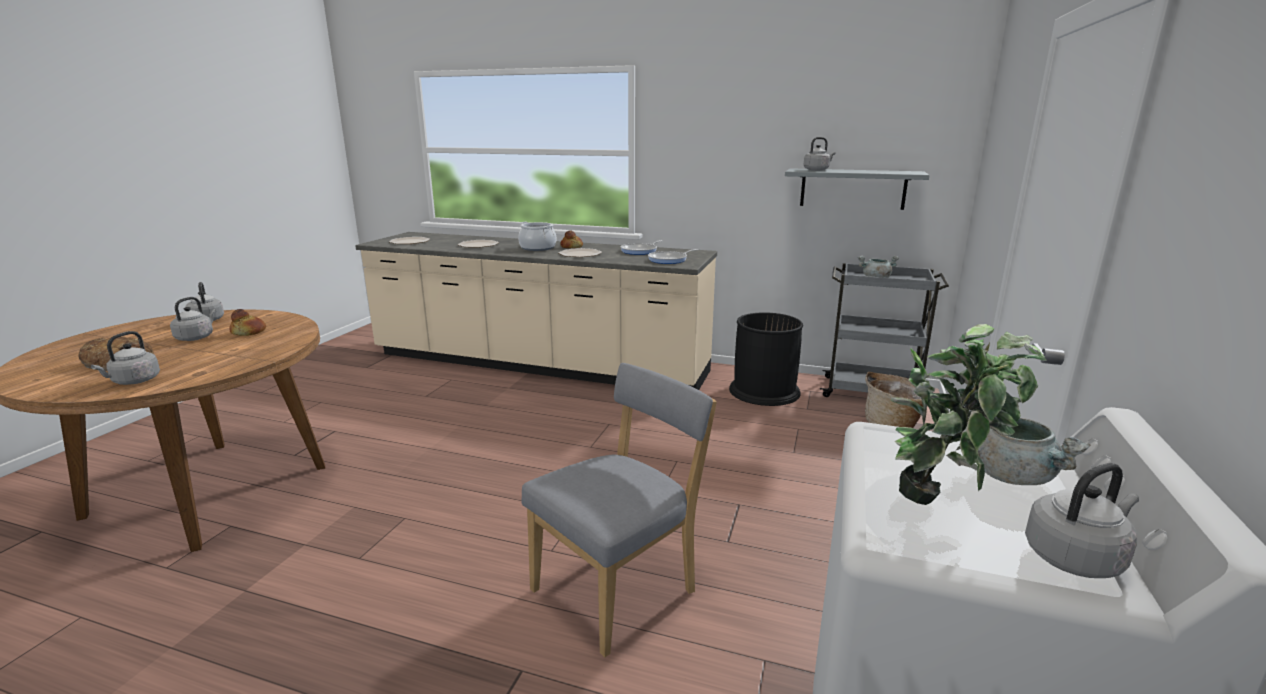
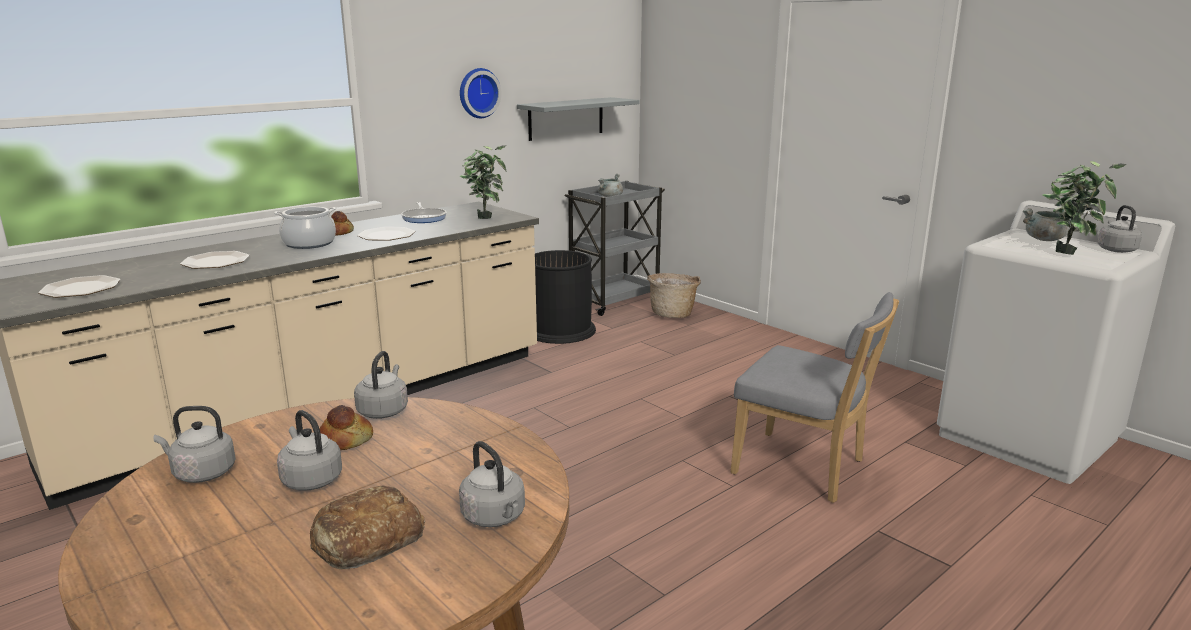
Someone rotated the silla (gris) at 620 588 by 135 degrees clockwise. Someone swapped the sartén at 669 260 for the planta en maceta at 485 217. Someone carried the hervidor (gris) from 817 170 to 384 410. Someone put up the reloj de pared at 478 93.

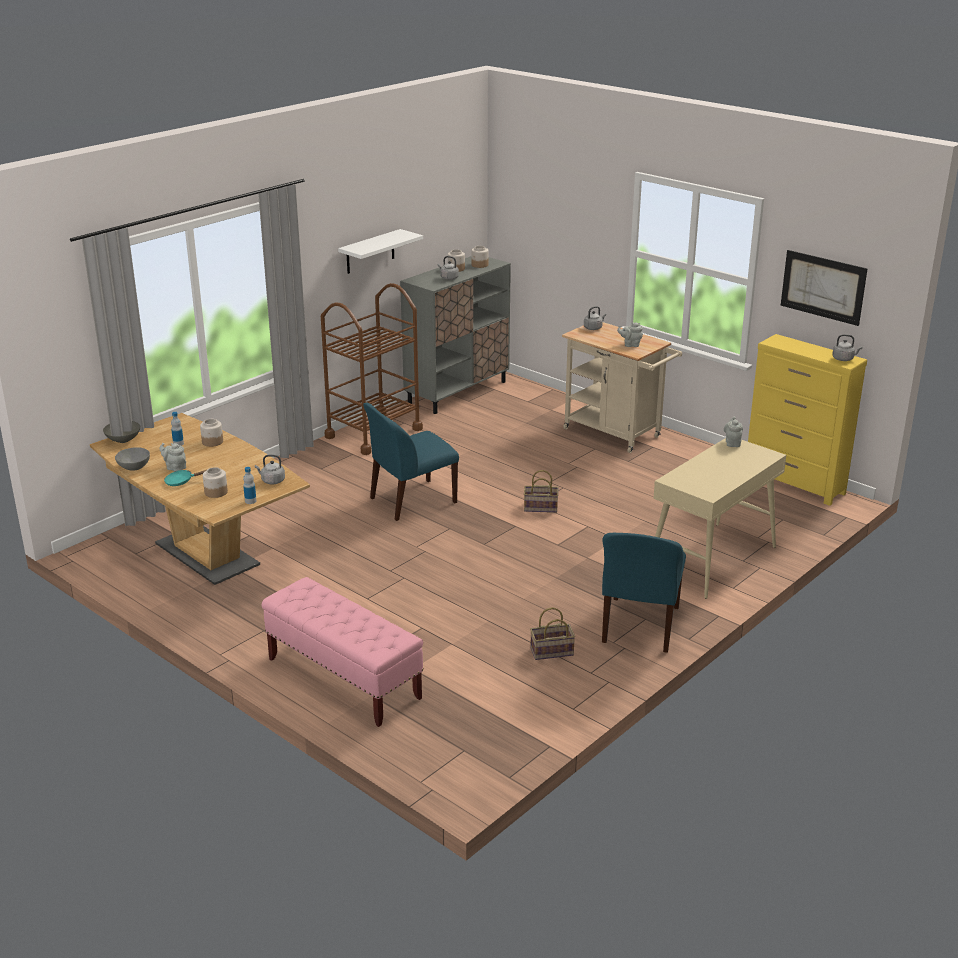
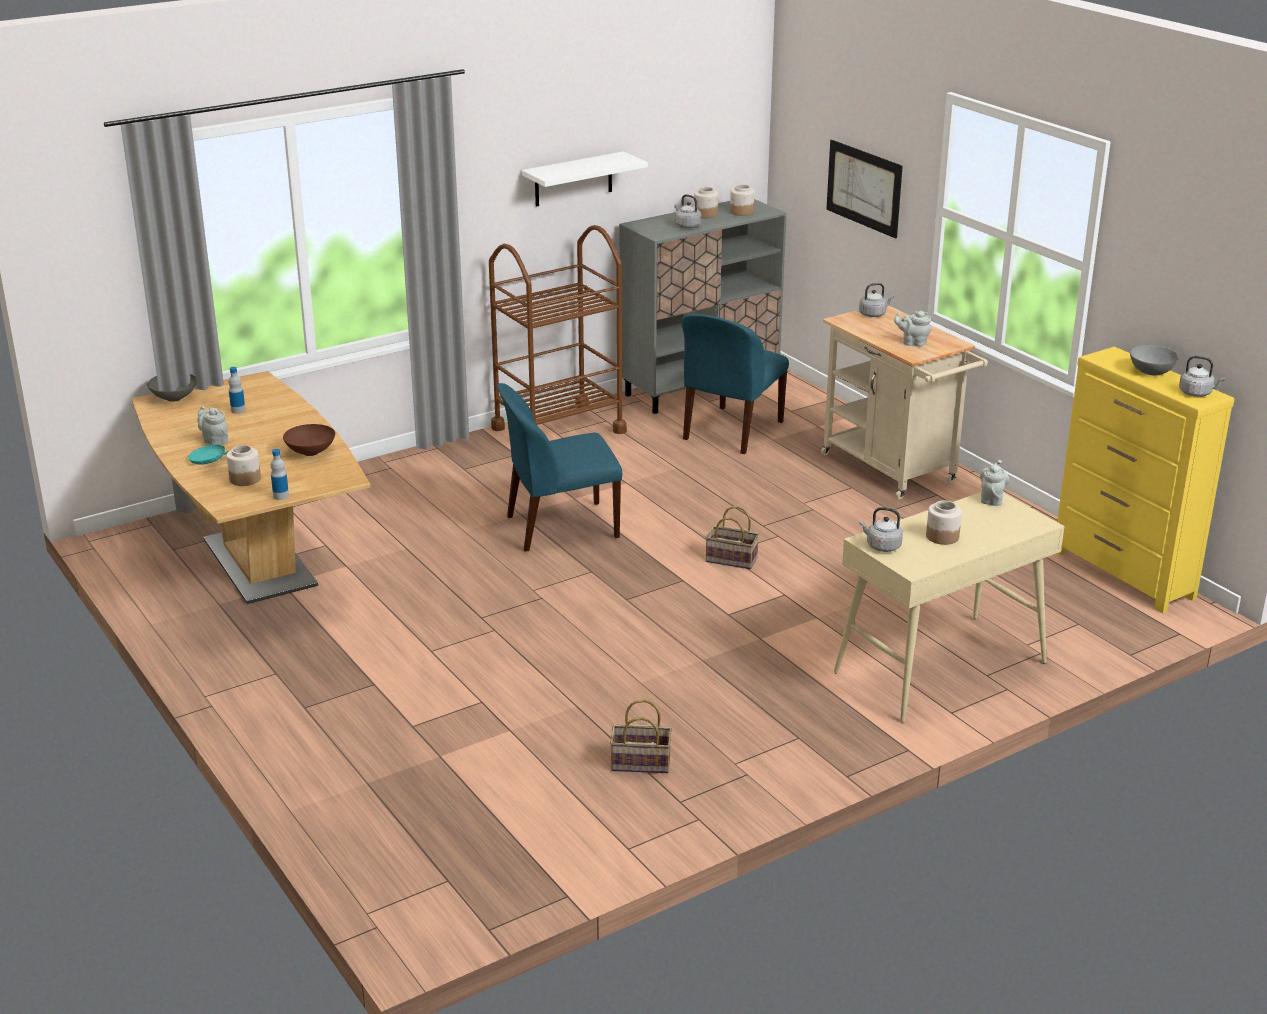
Someone carried the cuenco (gris) from 134 467 to 1151 372. Someone carried the tarro from 212 442 to 942 536. Someone carried the hervidor (gris) from 272 481 to 881 546. Someone took away the banco (rosa) at 343 679. Someone carried the silla (azul) from 640 626 to 731 431. Someone carried the cuadro from 823 287 to 864 188. Someone put down the cuenco (marrón) at 310 452.

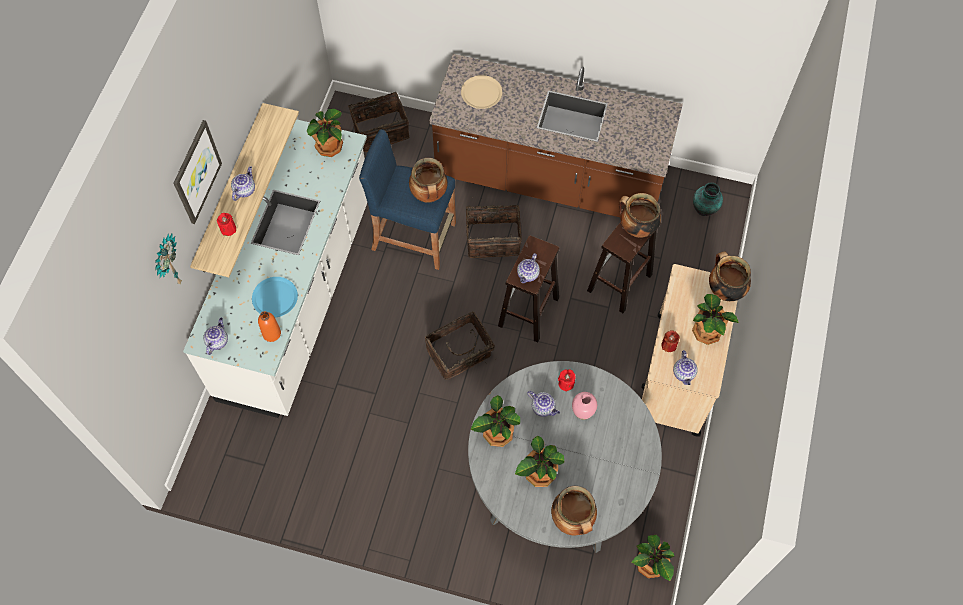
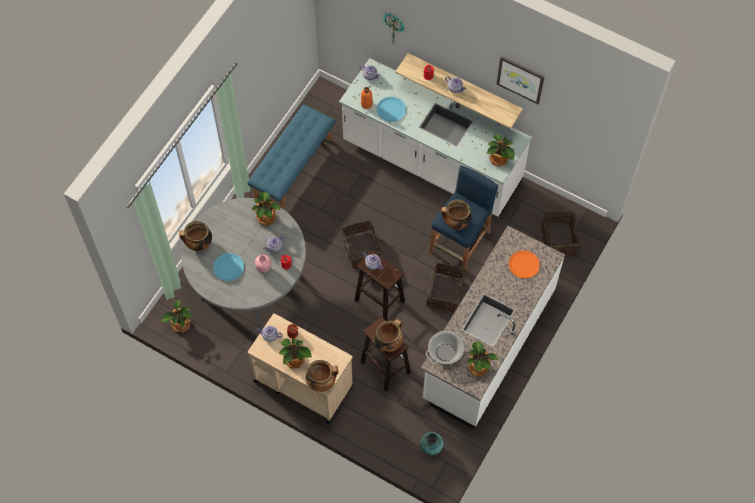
Someone carried the cuadro from 196 172 to 520 79. Someone repainted the mueble bajo de cocina (marrón) at 549 178, which became the mueble bajo de cocina (blanco) at 487 345. Someone repainted the plato (beis) at 481 93, which became the plato (naranja) at 524 264. Someone carried the planta en maceta from 539 473 to 479 366. Someone put down the plato (azul) at 228 267. Someone put down the banco (azul) at 293 169. Someone put down the olla at 445 352.

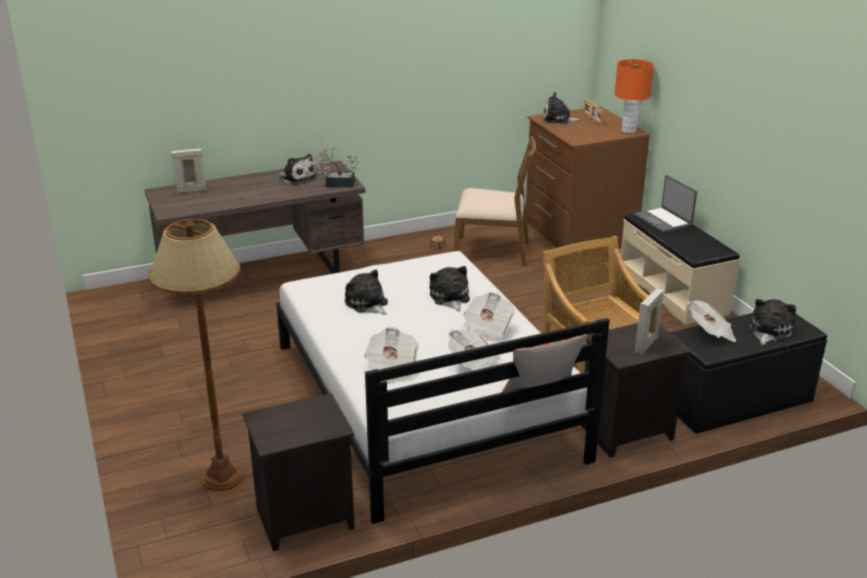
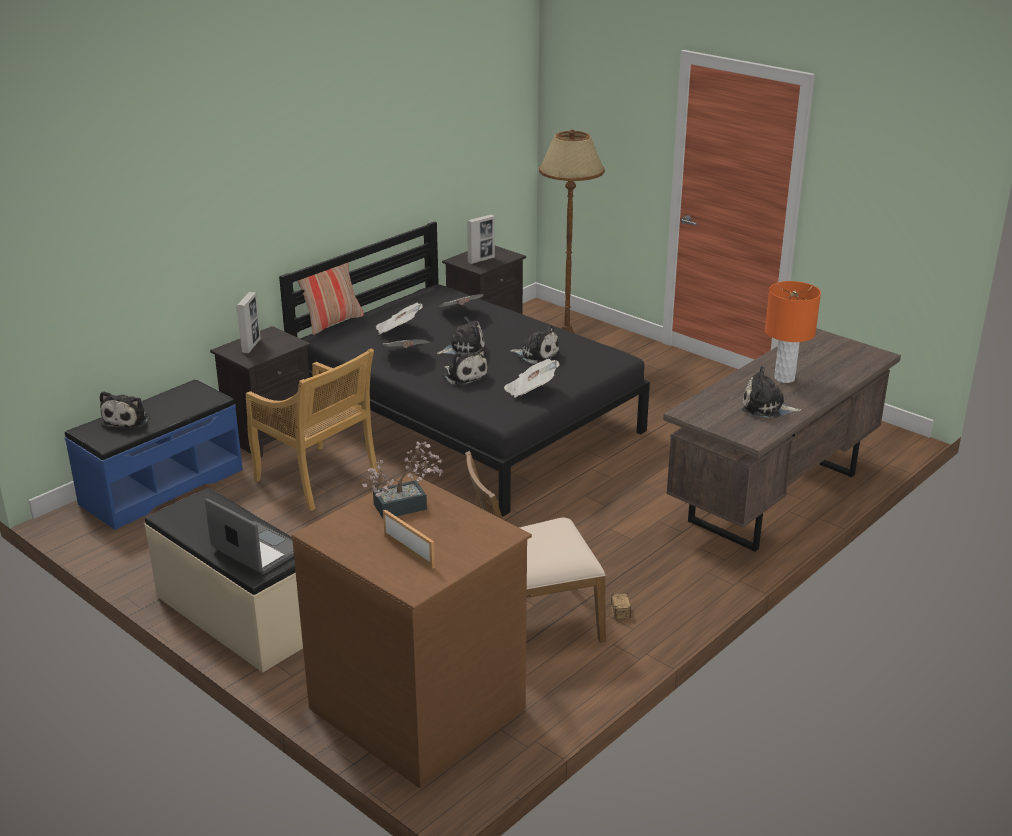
Someone carried the portarretratos from 191 191 to 481 260. Someone repainted the cama (blanco) at 423 400, which became the cama (negro) at 466 419. Someone carried the planta en maceta from 336 183 to 406 505. Someone carried the peluche from 558 119 to 464 349. Someone carried the lámpara de mesa (naranja) from 628 130 to 784 378. Someone repainted the banco (negro) at 736 401, which became the banco (azul) at 161 486. Someone carried the periódico from 710 333 to 530 391.

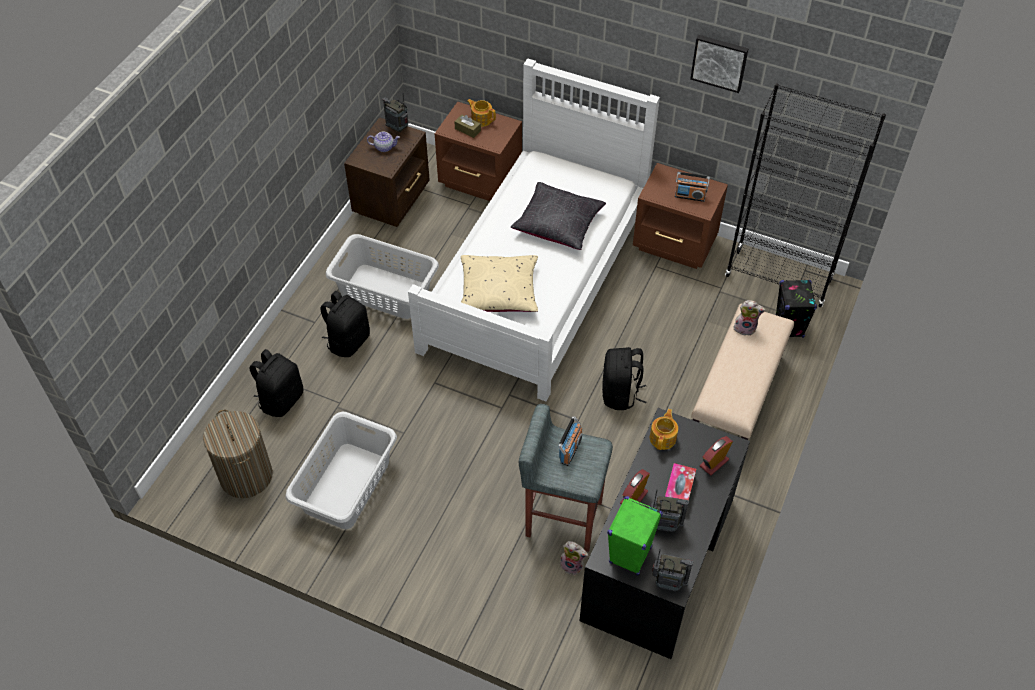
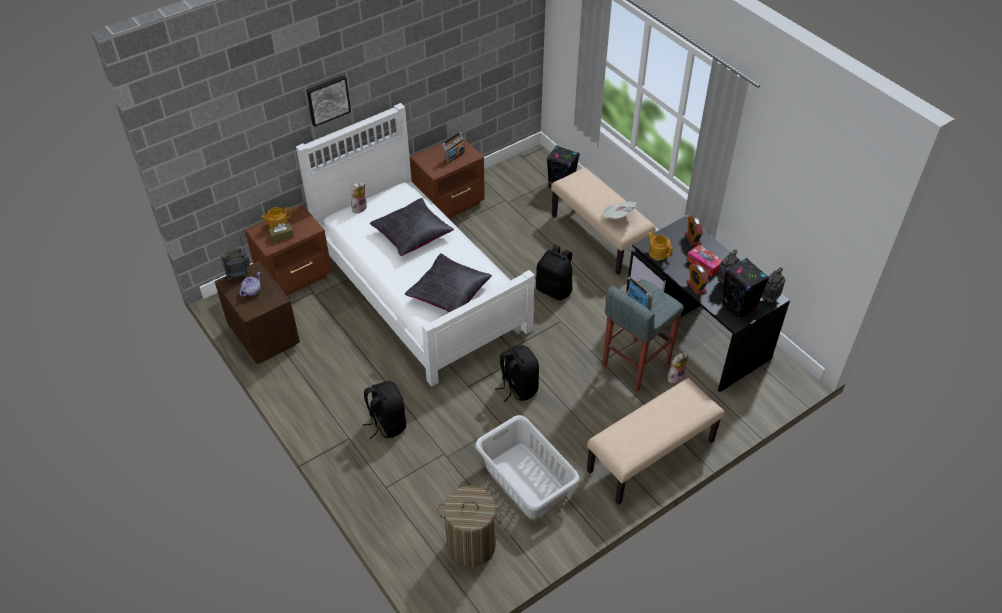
Someone carried the mochila (negro) from 281 399 to 518 387. Someone took away the cesto de la ropa (gris) at 385 291. Someone repainted the cojín (beis) at 498 292, which became the cojín (negro) at 449 292. Someone repainted the altavoz (verde) at 630 555, which became the altavoz (negro) at 739 307. Someone carried the cuadro from 719 62 to 327 99. Someone took away the estantería (negro) at 778 278. Someone carried the peluche from 745 328 to 359 208. Someone put down the banco (beis) at 651 457. Someone put down the periódico at 617 216.

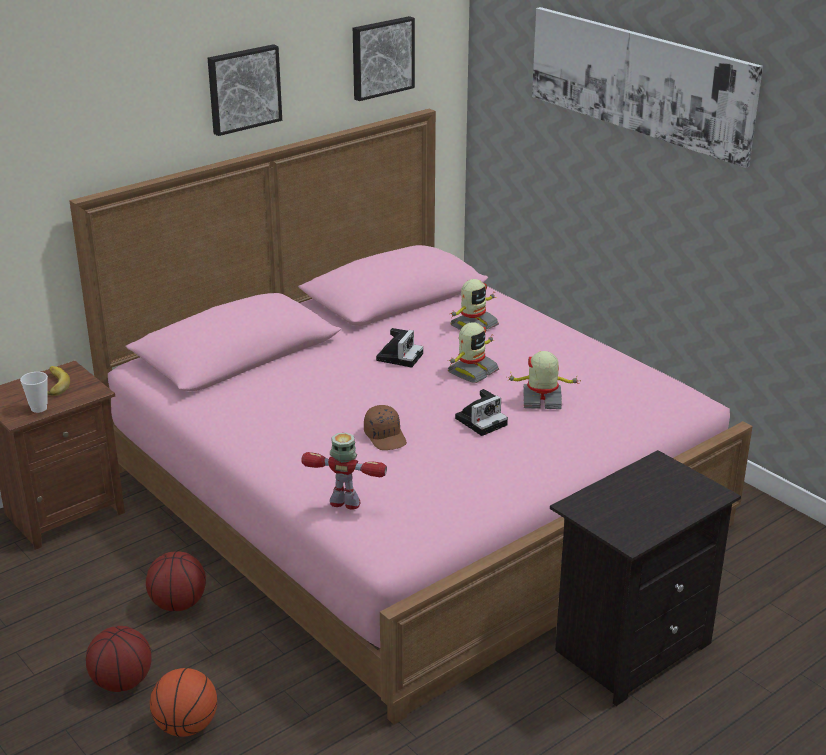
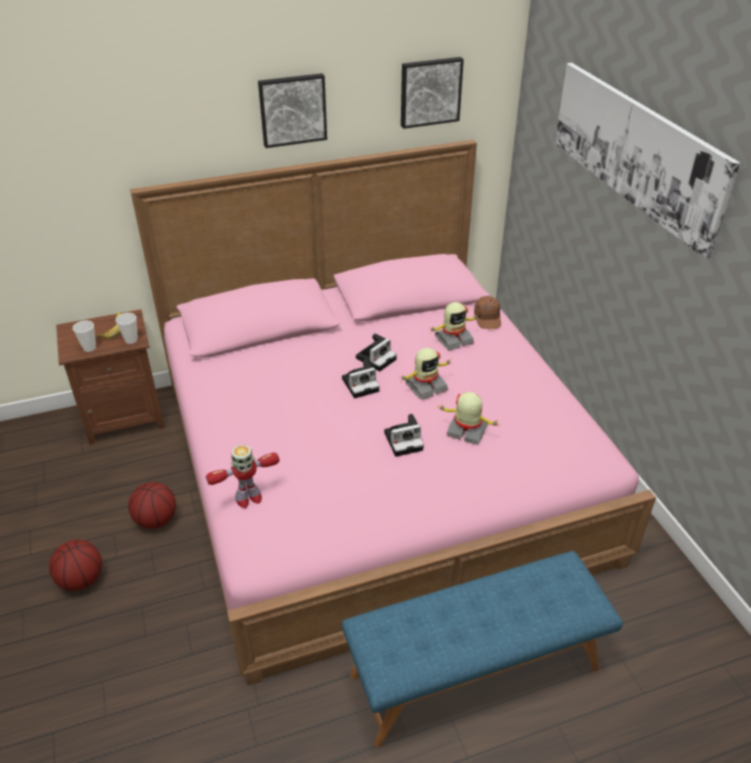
Someone took away the balón de baloncesto at 187 726. Someone rotated the robot de juguete at 346 503 by 120 degrees clockwise. Someone carried the gorra (marrón) from 386 437 to 488 319. Someone swapped the mesita de noche (negro) at 629 647 for the banco (azul) at 474 670. Someone put down the taza at 131 340. Someone put down the cámara at 361 384.

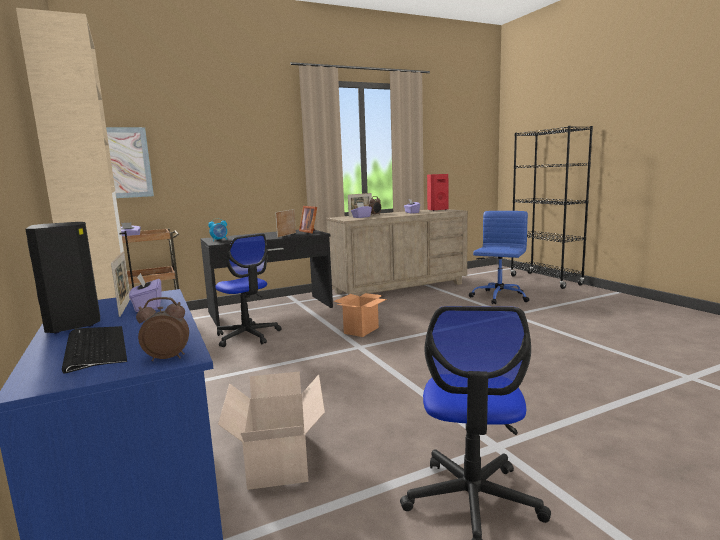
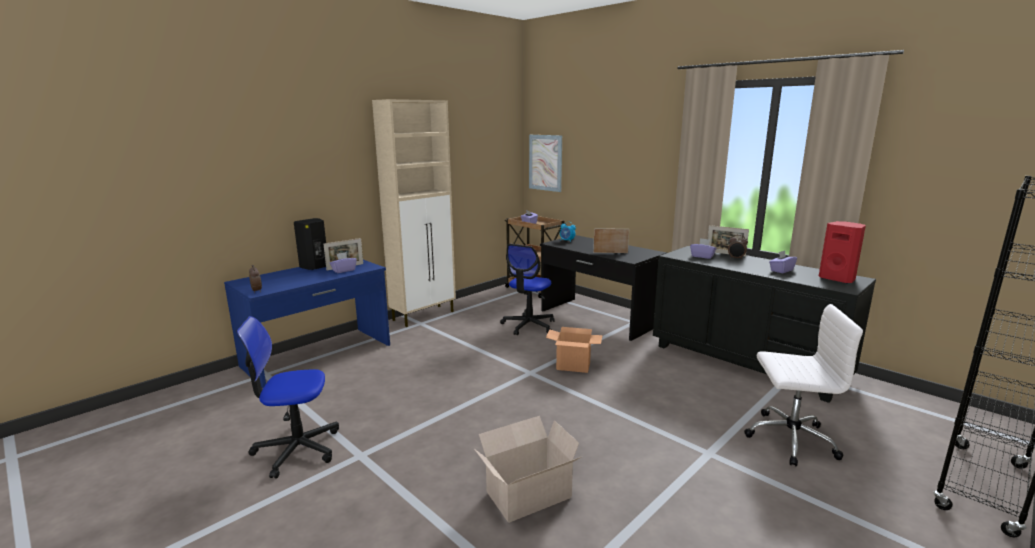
Someone took away the teclado at 95 348. Someone carried the caja de cartón from 278 461 to 526 495. Someone took away the portarretratos at 310 231. Someone repainted the cómoda (beis) at 399 288, which became the cómoda (negro) at 746 362. Someone repainted the silla de oficina (azul) at 499 297, which became the silla de oficina (blanco) at 789 439.

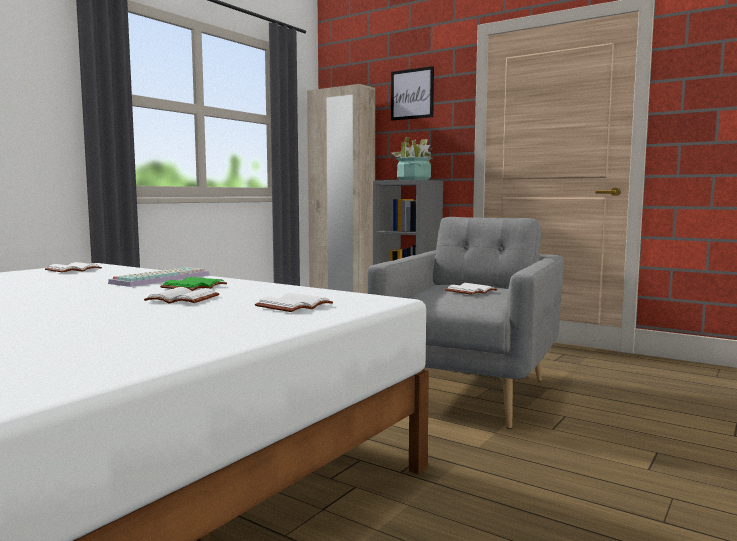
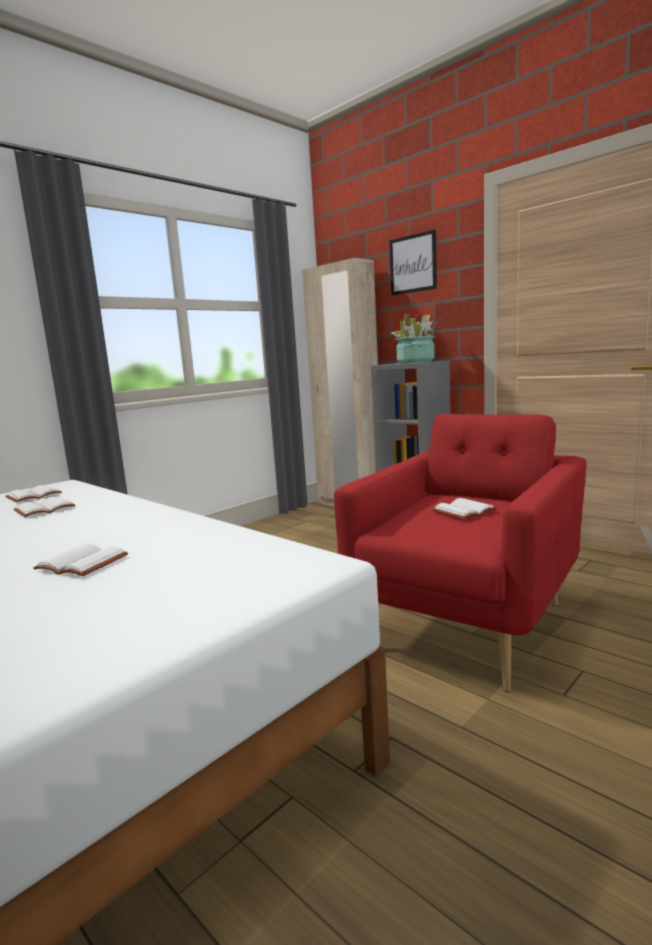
Someone took away the teclado at 161 279. Someone took away the libro (verde) at 194 287. Someone carried the libro (blanco) from 293 306 to 45 509. Someone repainted the sillón (gris) at 470 390, which became the sillón (rojo) at 469 620.

